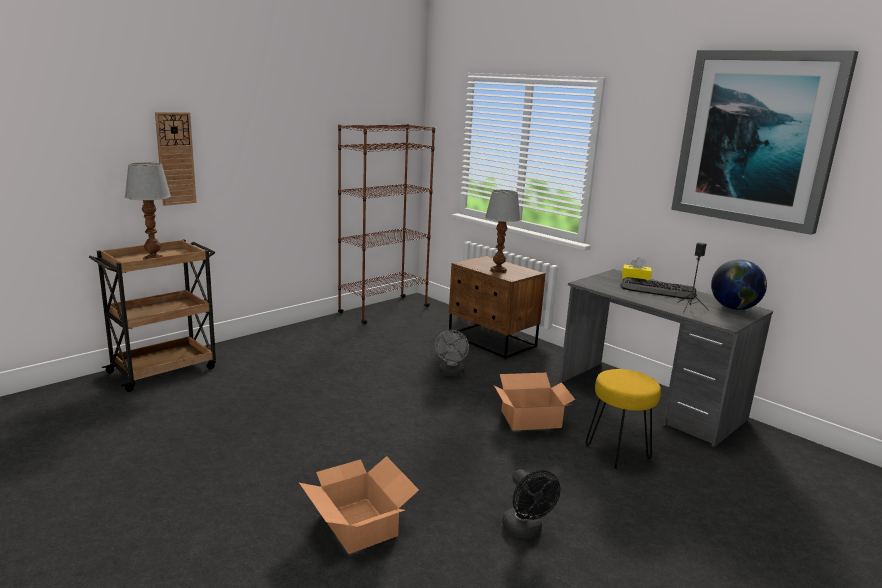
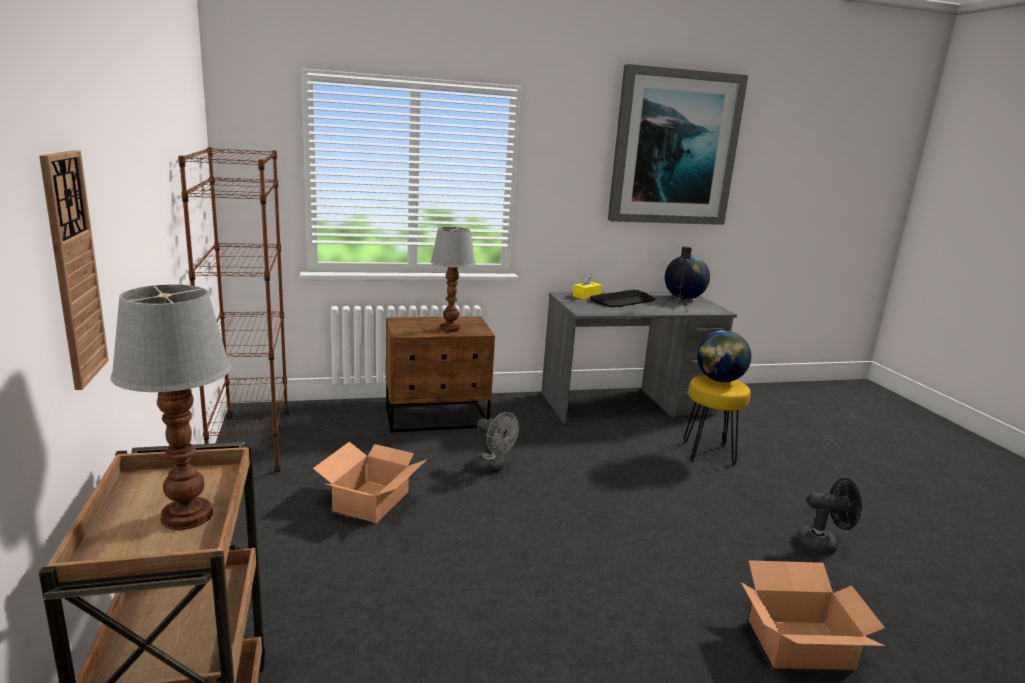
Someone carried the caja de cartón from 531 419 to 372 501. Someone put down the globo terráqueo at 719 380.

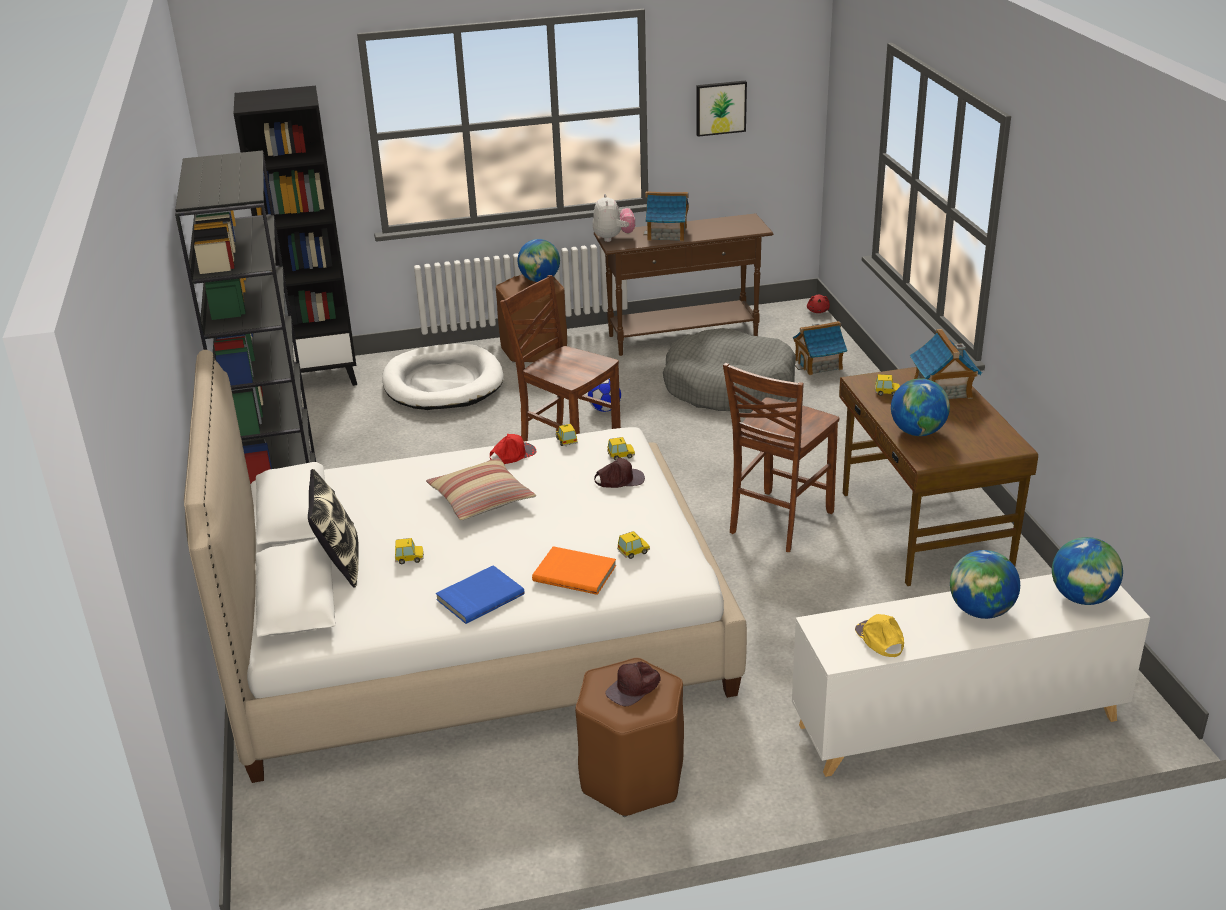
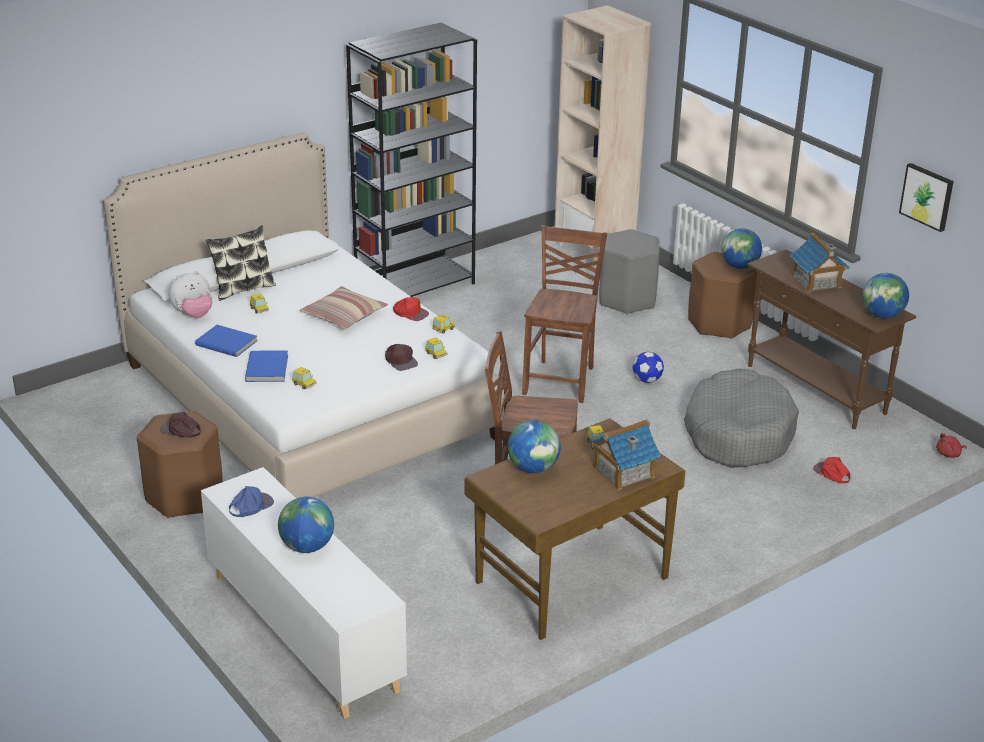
Someone repainted the estantería (negro) at 321 376, which became the estantería (beis) at 595 249. Someone swapped the cama para perro (blanco) at 443 383 for the taburete (gris) at 627 300. Someone repainted the libro (naranja) at 575 572, which became the libro (azul) at 268 368. Someone carried the peluche from 613 238 to 193 315. Someone swapped the casita at 818 364 for the gorra (rojo) at 832 474. Someone repainted the gorra (amarillo) at 880 639, which became the gorra (azul) at 250 506. Someone carried the globo terráqueo from 1082 598 to 882 315.

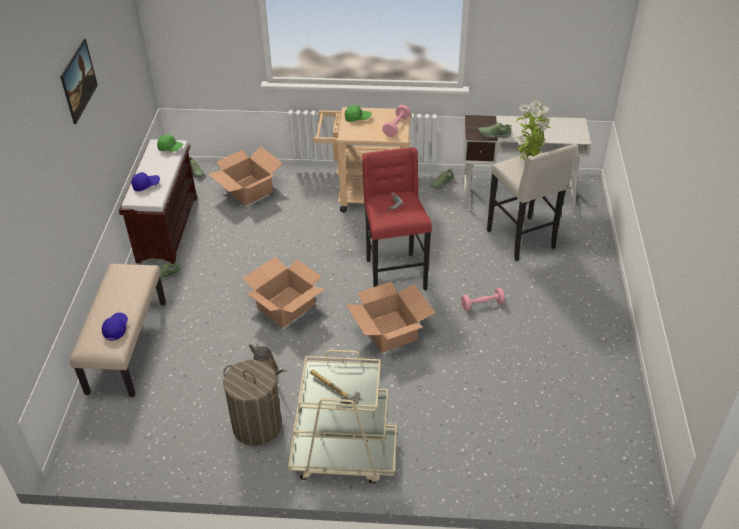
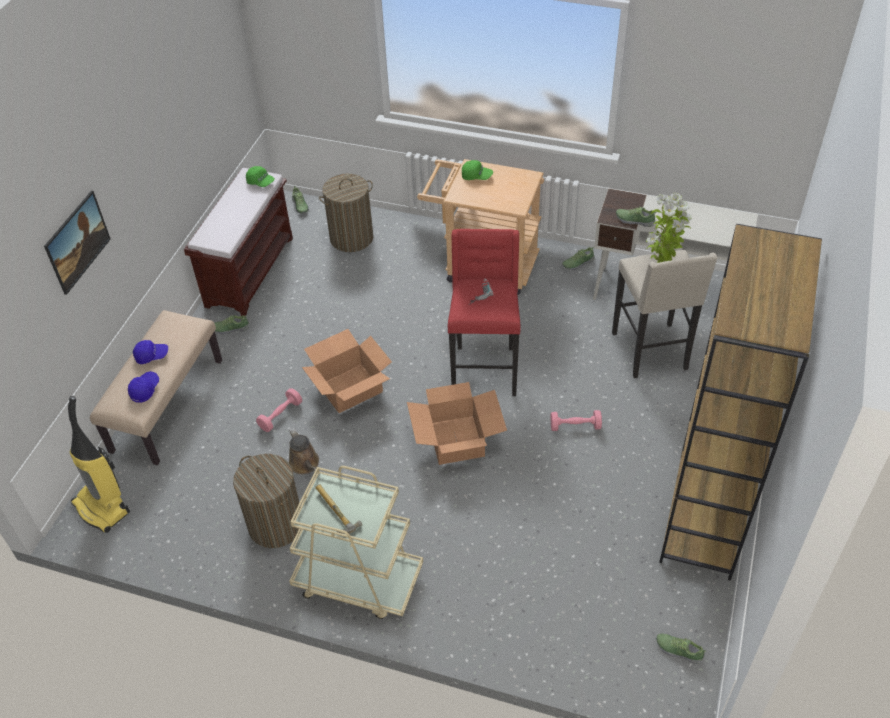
Someone carried the cuadro from 82 92 to 82 254. Someone carried the gorra (azul) from 146 185 to 152 355. Someone swapped the caja de cartón at 248 190 for the cesto de la ropa at 351 238. Someone carried the mancuerna (rosa) from 396 127 to 280 415. Someone put down the aspiradora at 103 508. Someone put down the zapato at 679 650. Someone put down the estantería (marrón) at 705 516.

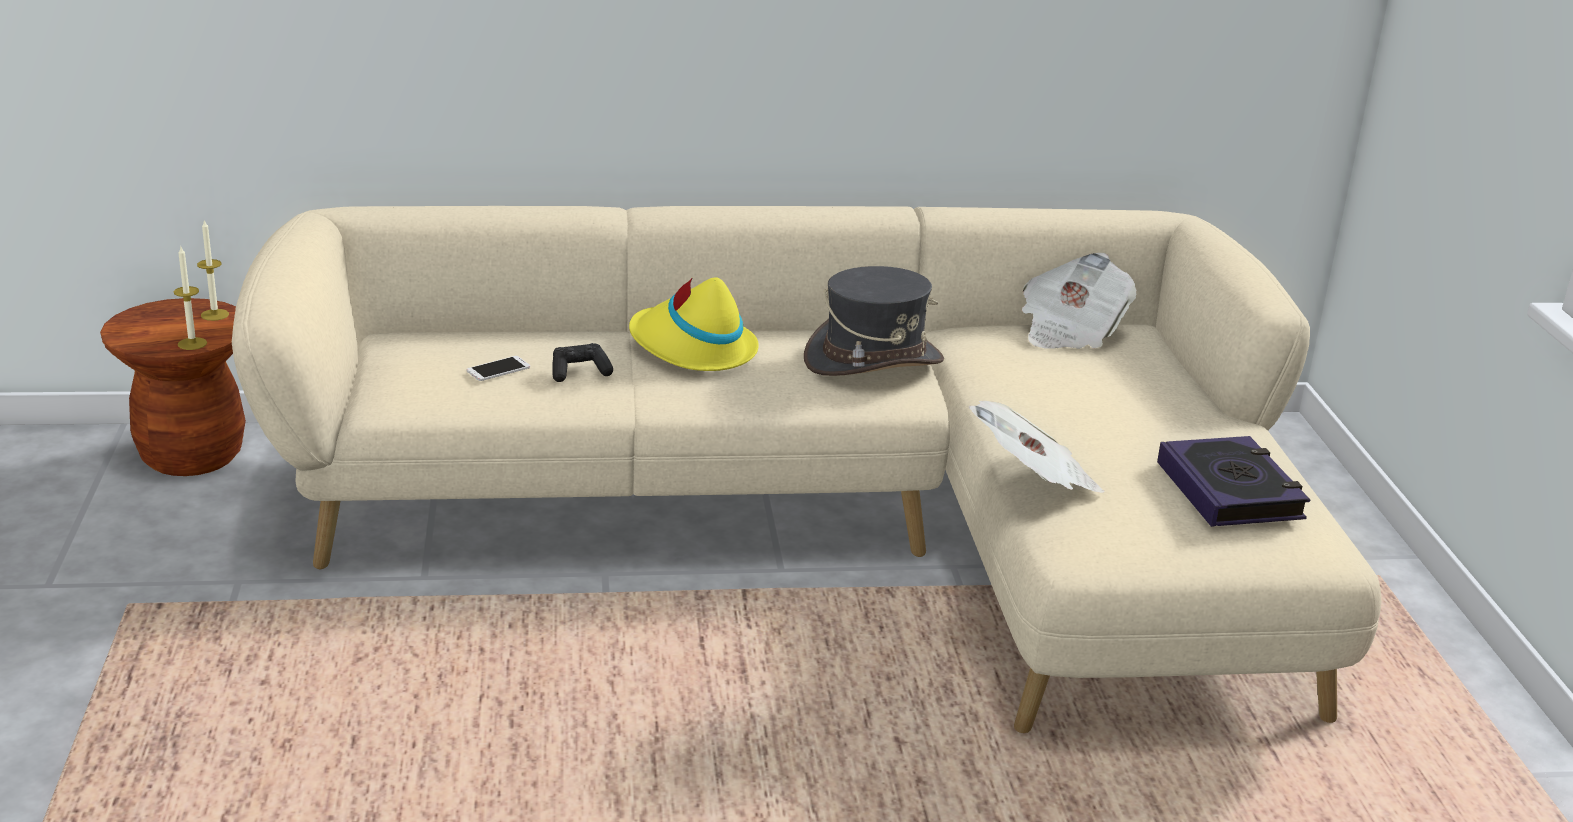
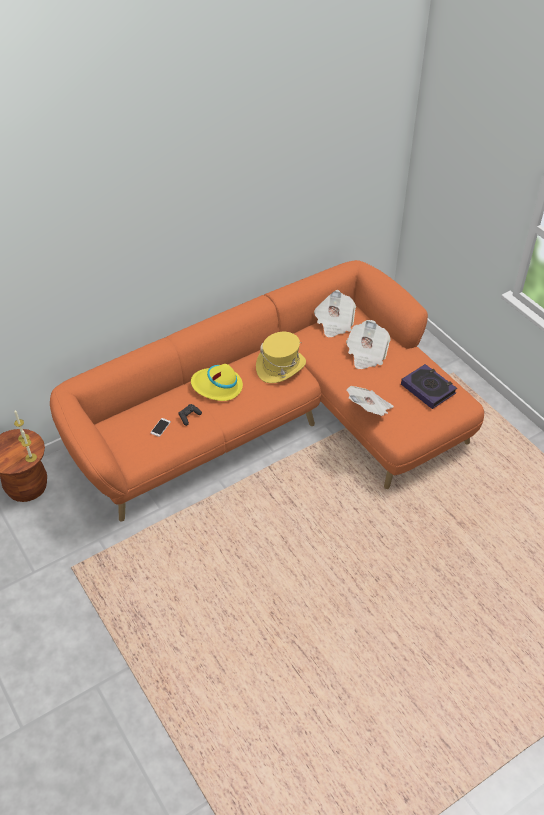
Someone repainted the sofá (beis) at 839 525, which became the sofá (naranja) at 278 422. Someone repainted the sombrero (gris) at 873 361, which became the sombrero (amarillo) at 281 367. Someone put down the periódico at 366 354.

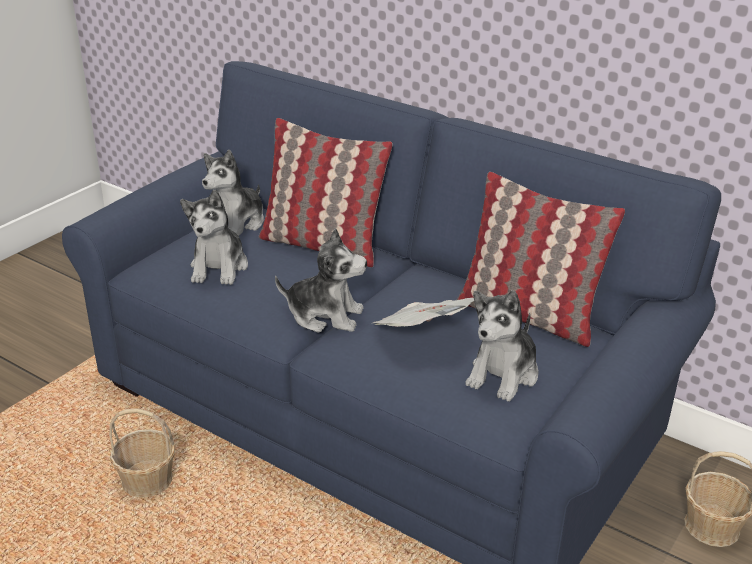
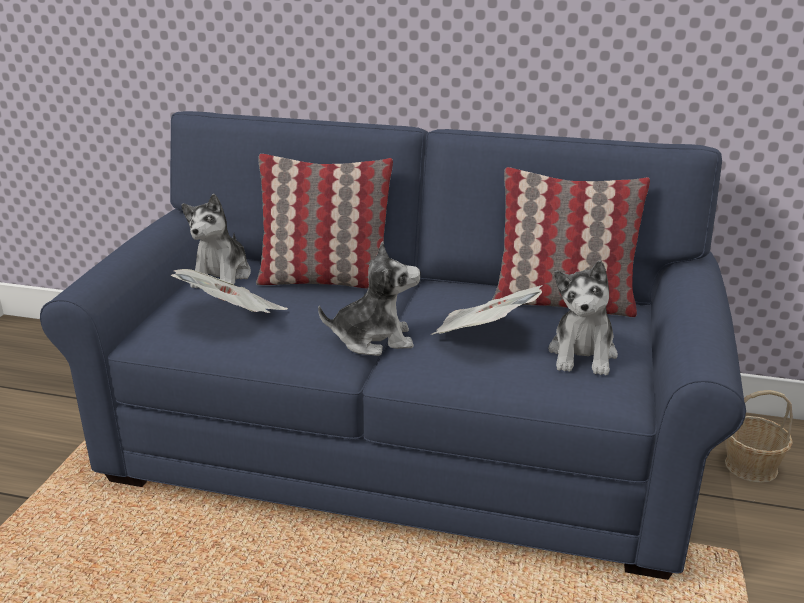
Someone took away the cesta at 147 481. Someone swapped the peluche at 219 267 for the periódico at 233 317.

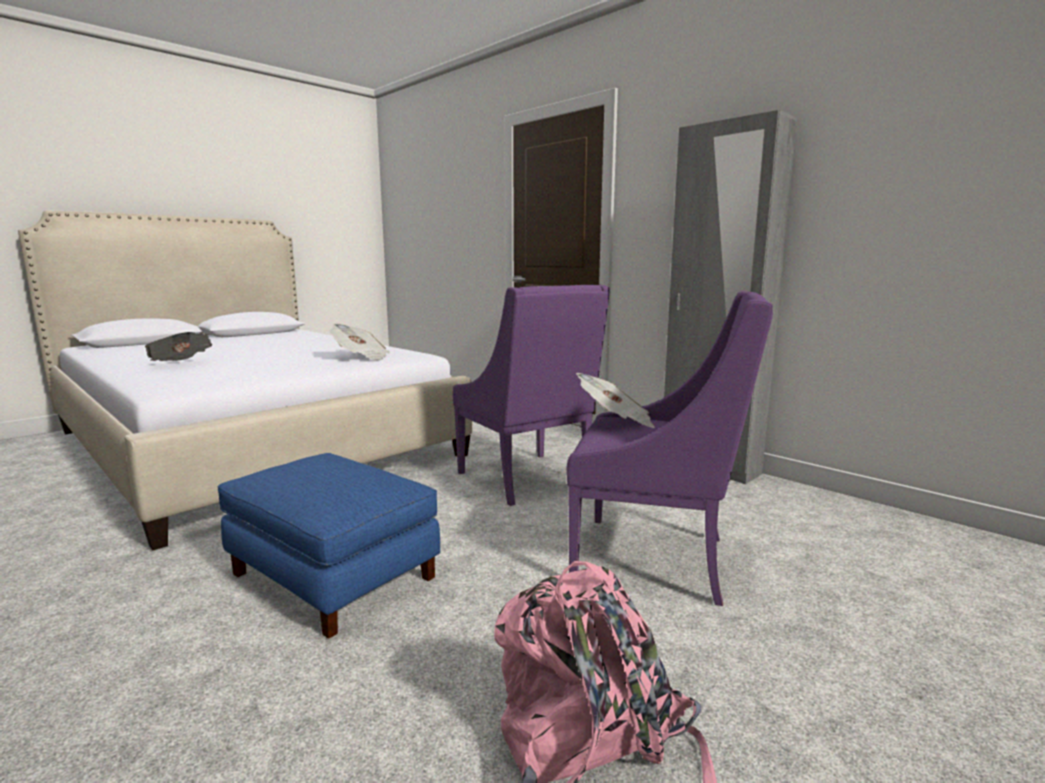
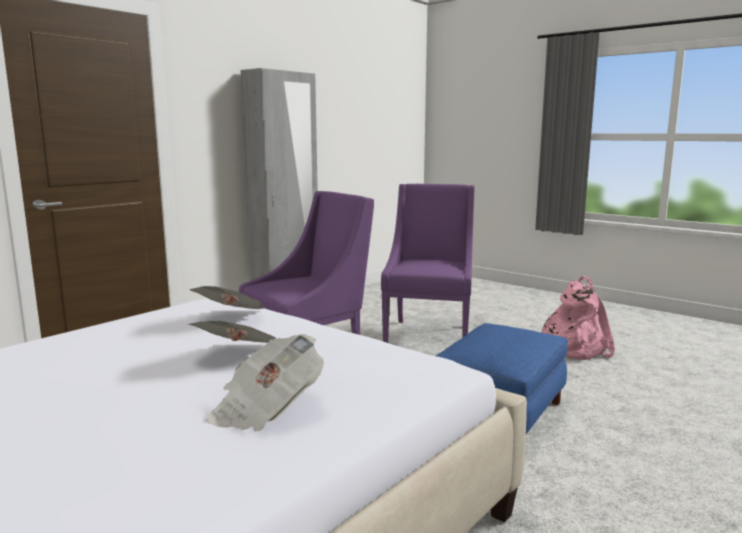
Someone carried the periódico from 616 421 to 239 355.

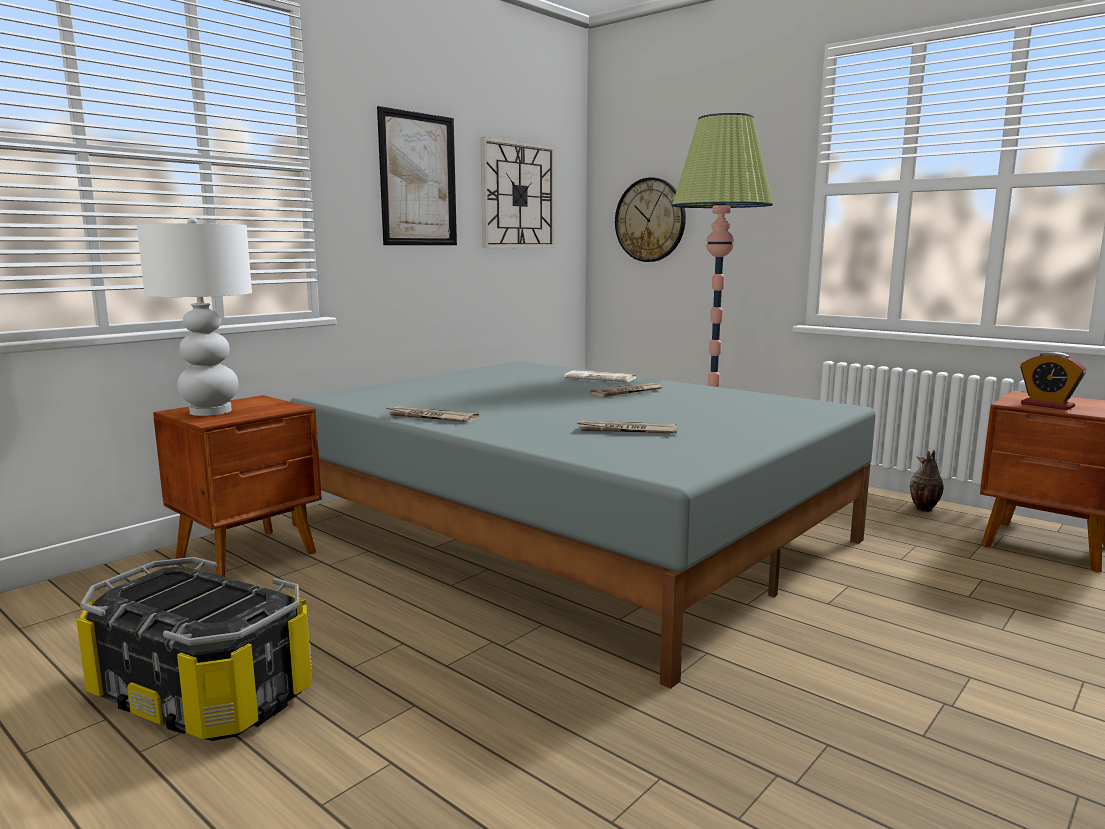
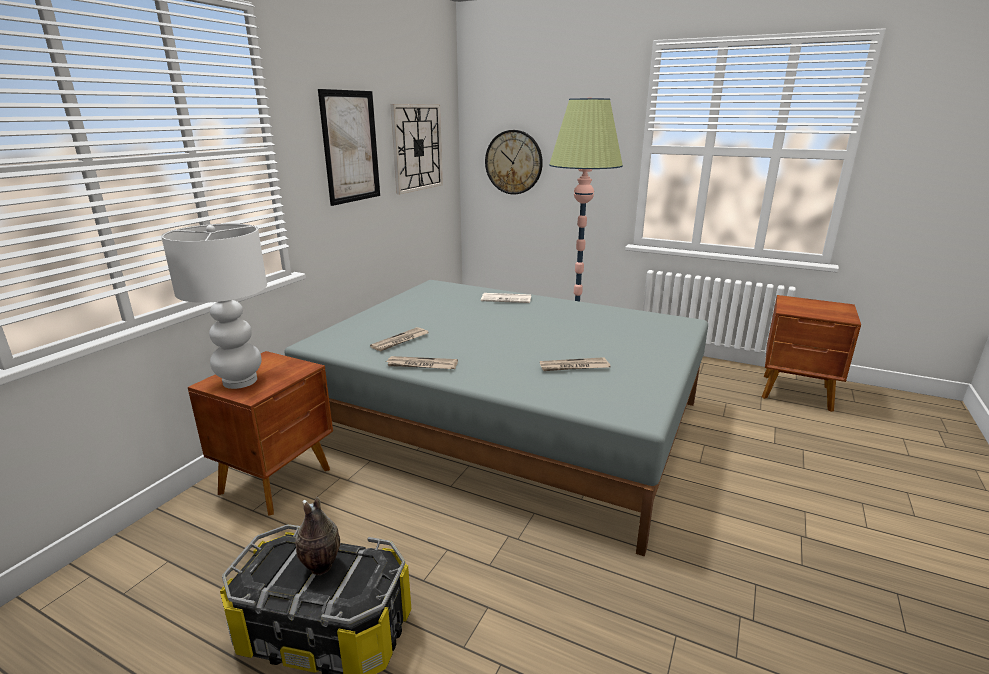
Someone carried the periódico from 626 392 to 400 341. Someone carried the florero from 923 509 to 320 567. Someone took away the despertador at 1047 405.

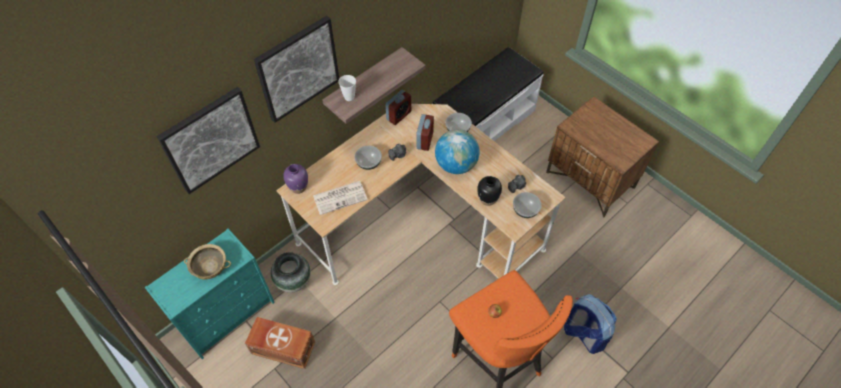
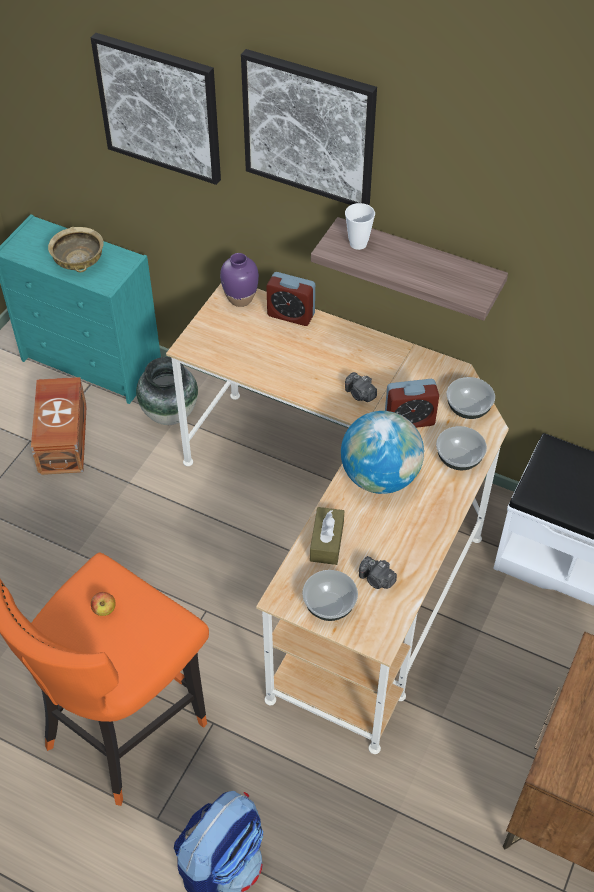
Someone took away the periódico at 340 197. Someone carried the cuenco from 369 163 to 469 408. Someone carried the despertador from 399 115 to 291 315. Someone swapped the florero (negro) at 487 199 for the caja de pañuelos (marrón) at 327 542.

